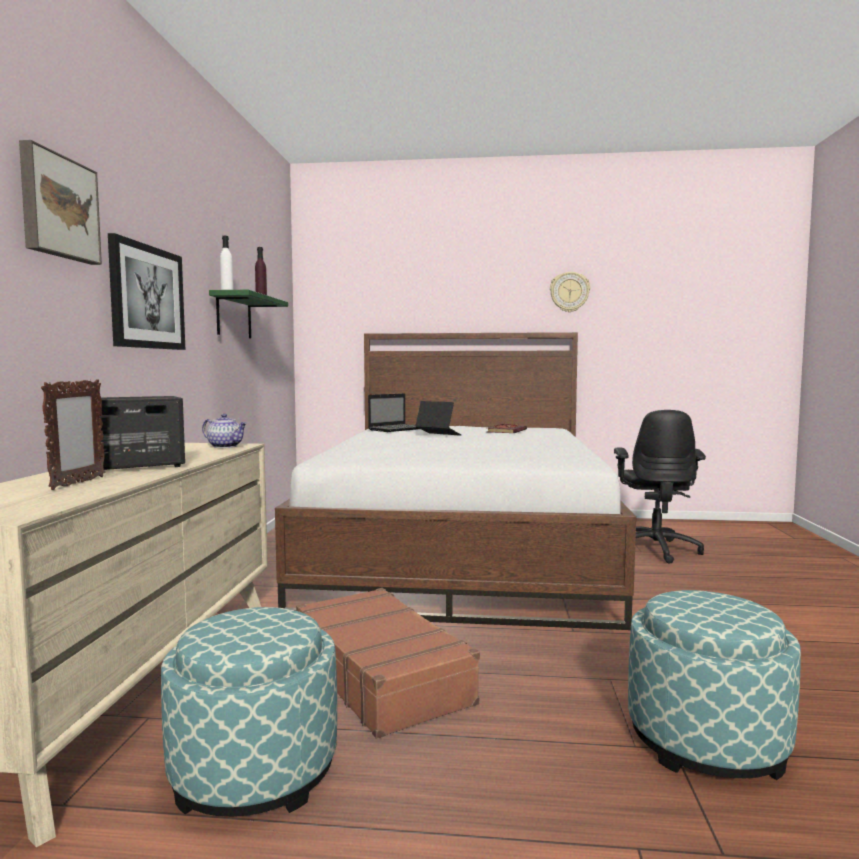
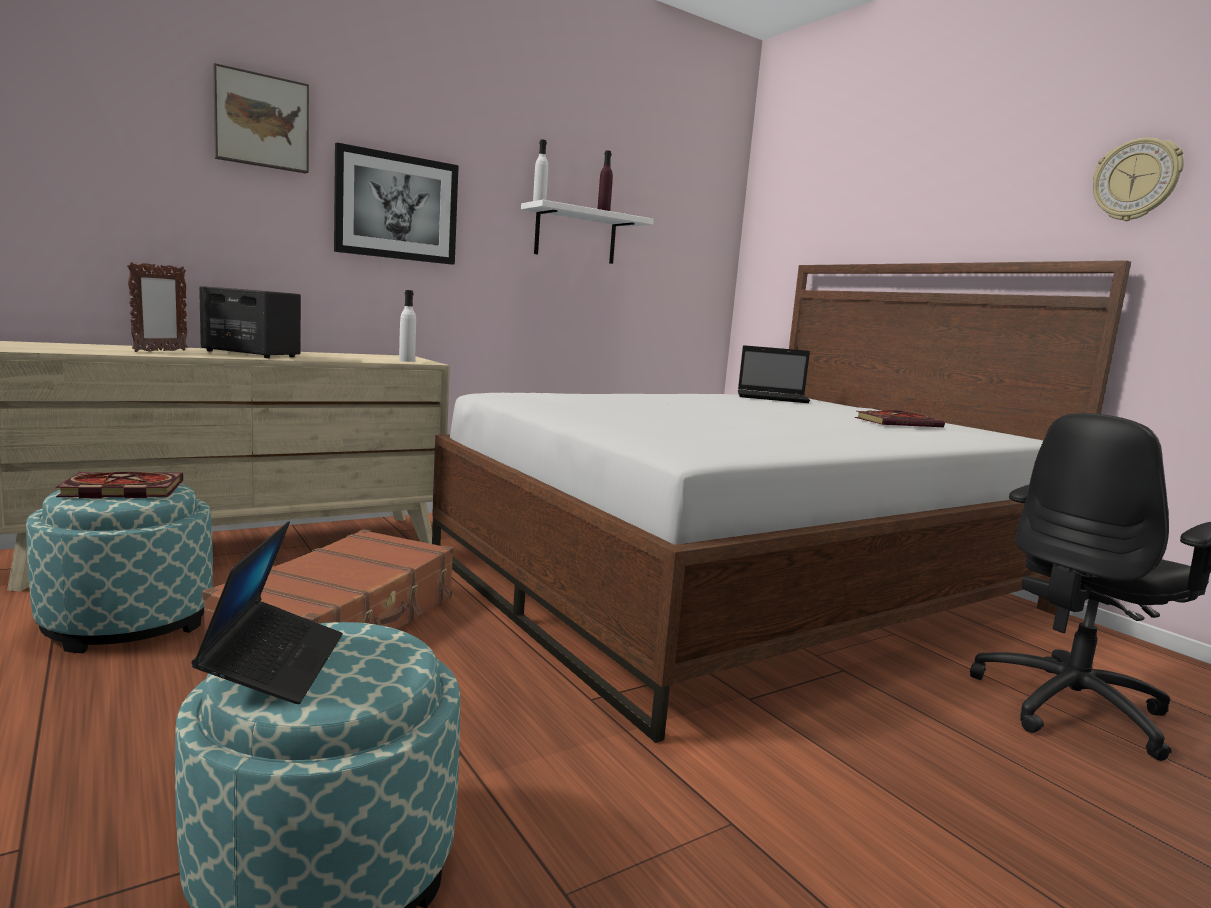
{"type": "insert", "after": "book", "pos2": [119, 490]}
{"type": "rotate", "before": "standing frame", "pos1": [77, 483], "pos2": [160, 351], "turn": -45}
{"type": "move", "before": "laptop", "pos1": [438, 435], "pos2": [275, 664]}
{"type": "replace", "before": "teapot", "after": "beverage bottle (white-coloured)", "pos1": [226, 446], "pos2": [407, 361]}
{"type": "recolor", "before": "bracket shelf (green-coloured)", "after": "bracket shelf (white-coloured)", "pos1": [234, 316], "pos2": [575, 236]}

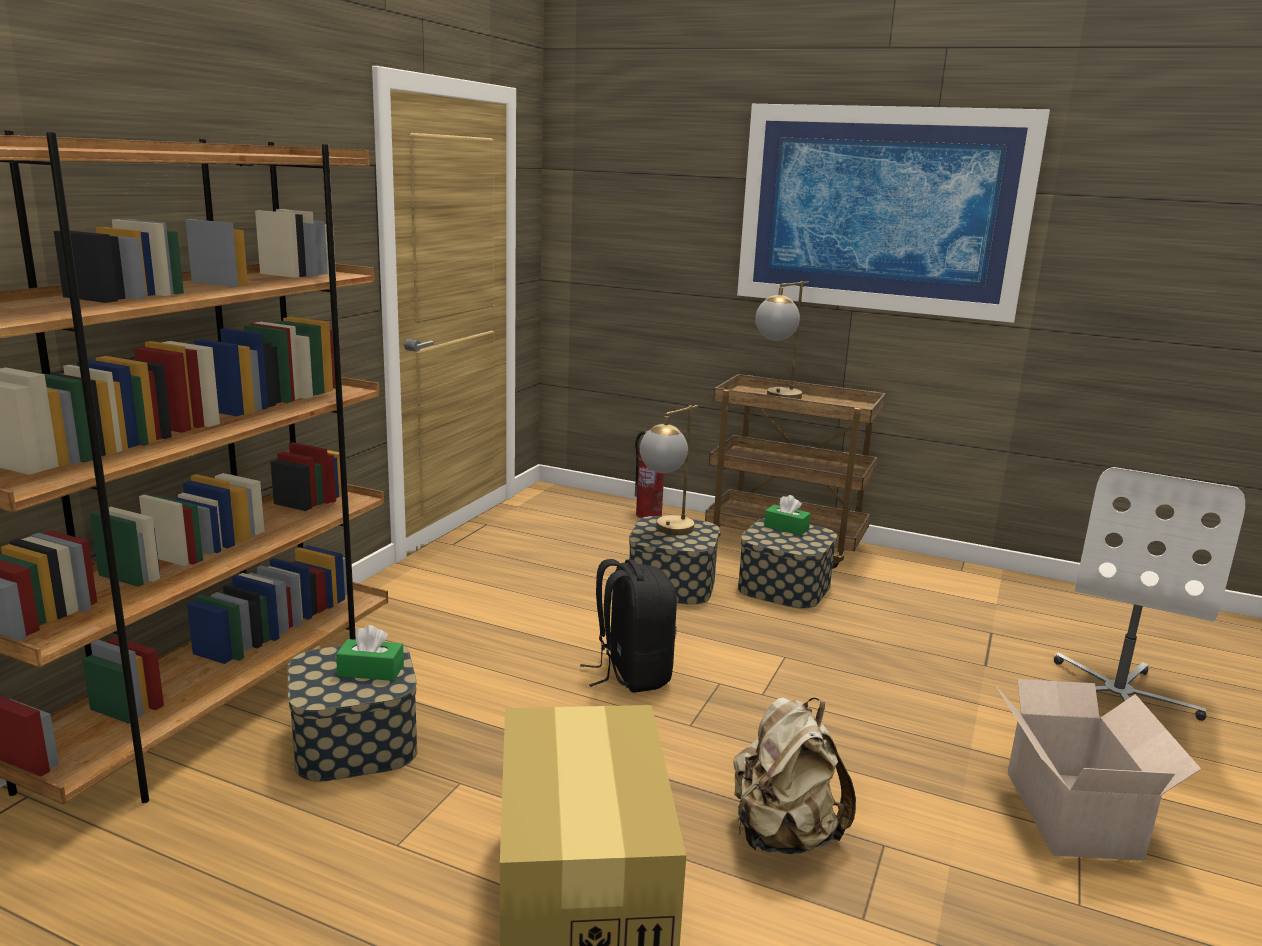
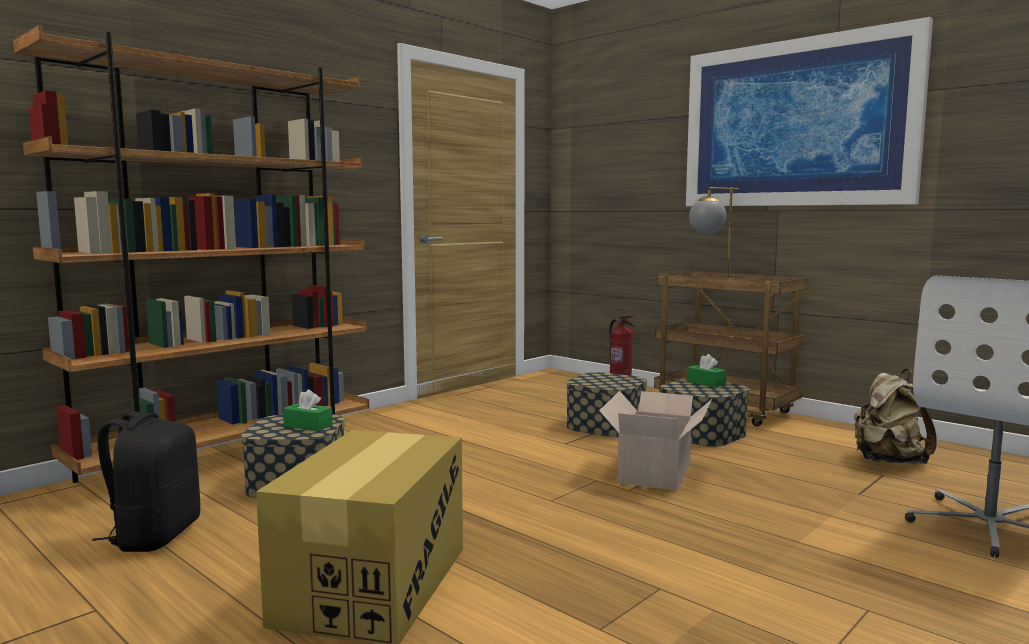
{"type": "move", "before": "knapsack (black)", "pos1": [631, 673], "pos2": [154, 536]}
{"type": "move", "before": "packing box", "pos1": [1071, 811], "pos2": [656, 471]}
{"type": "move", "before": "knapsack (sand-coloured)", "pos1": [783, 835], "pos2": [887, 461]}
{"type": "delete", "before": "lamp for a table", "pos1": [666, 532]}

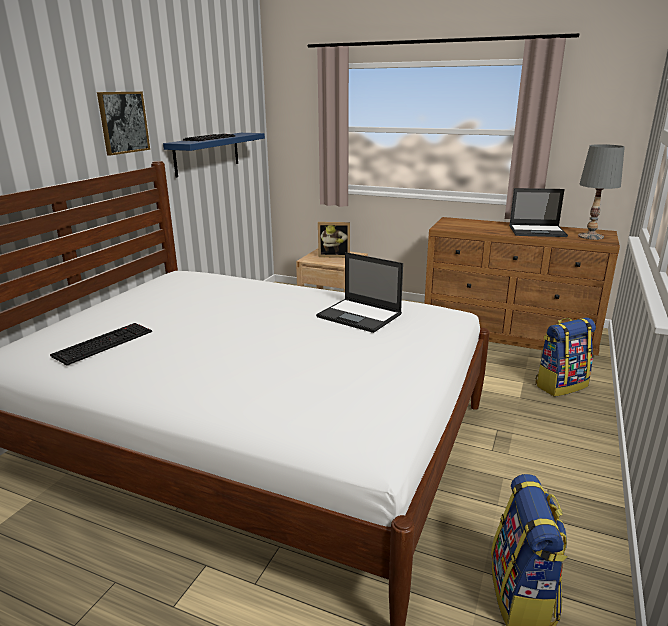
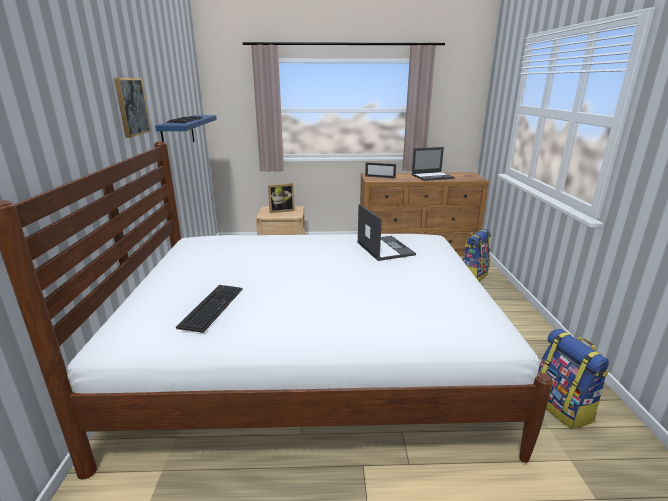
{"type": "rotate", "before": "laptop", "pos1": [360, 316], "pos2": [384, 248], "turn": -120}
{"type": "insert", "after": "standing frame", "pos2": [380, 177]}
{"type": "delete", "before": "lamp for a table (greyish)", "pos1": [590, 236]}

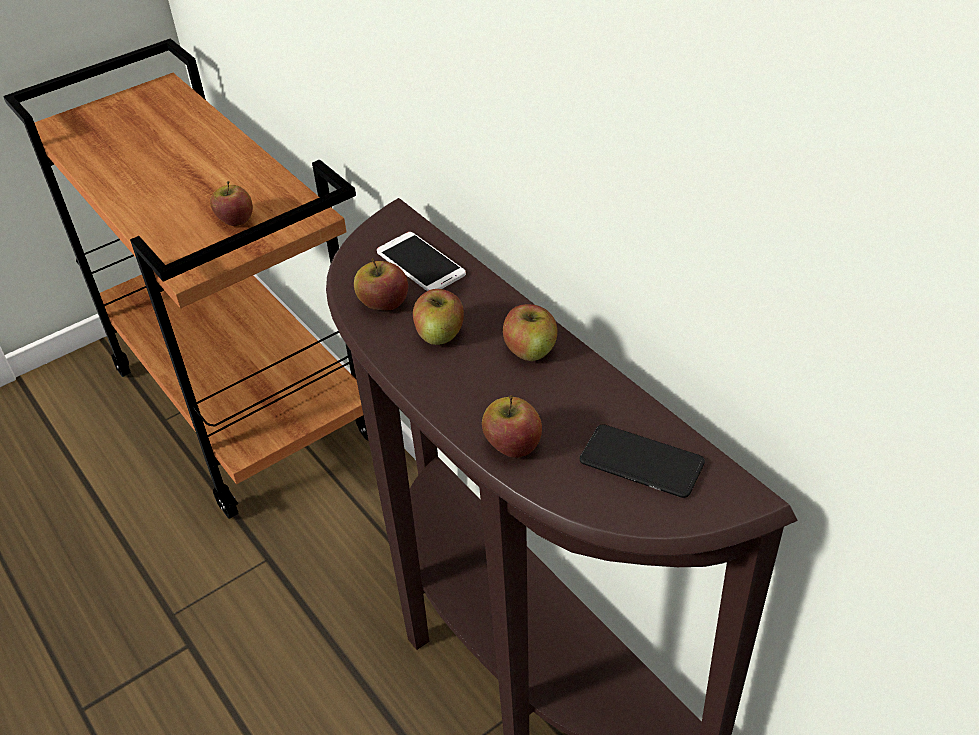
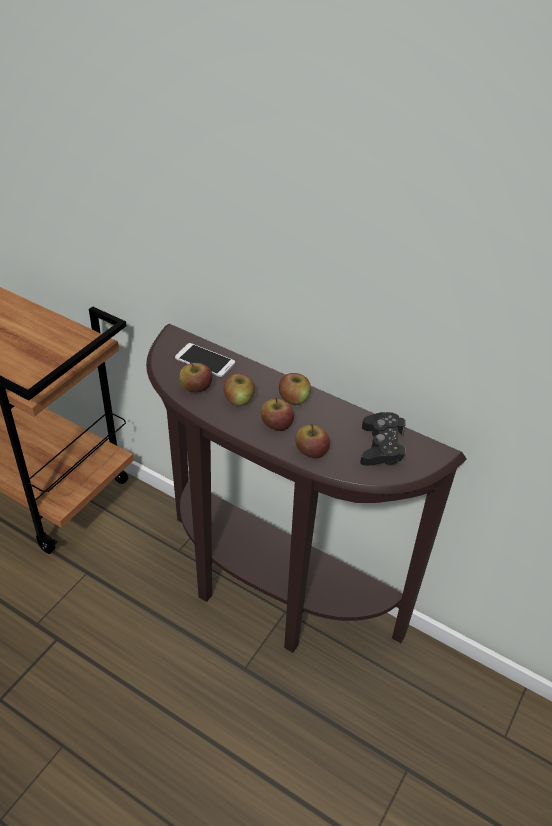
{"type": "move", "before": "apple fruit", "pos1": [235, 220], "pos2": [276, 425]}
{"type": "replace", "before": "phone", "after": "game controller (black)", "pos1": [641, 462], "pos2": [382, 446]}

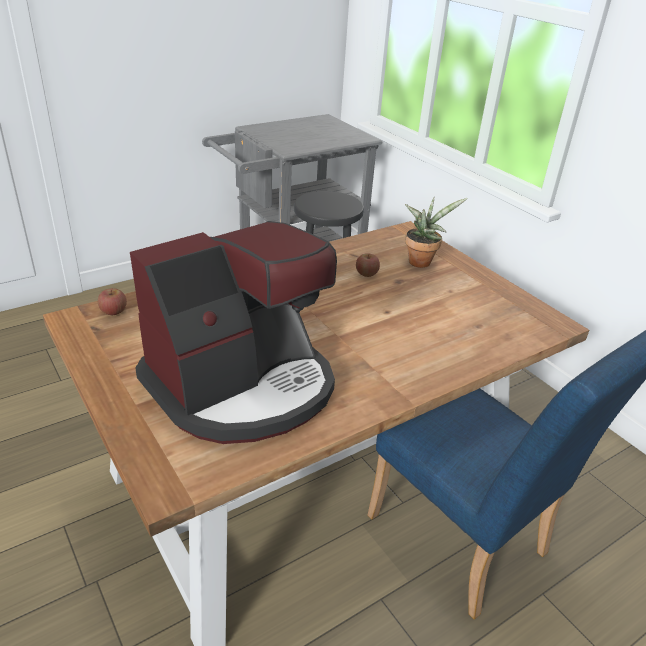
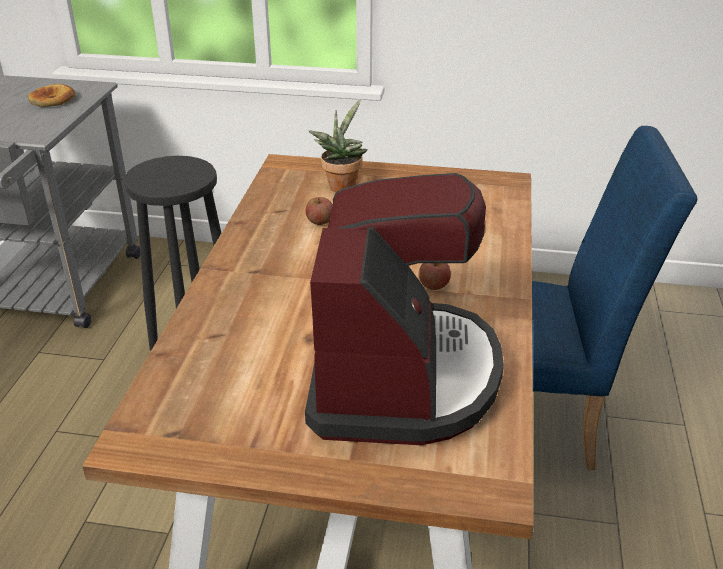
{"type": "insert", "after": "bread", "pos2": [52, 100]}
{"type": "move", "before": "apple fruit", "pos1": [113, 311], "pos2": [434, 285]}

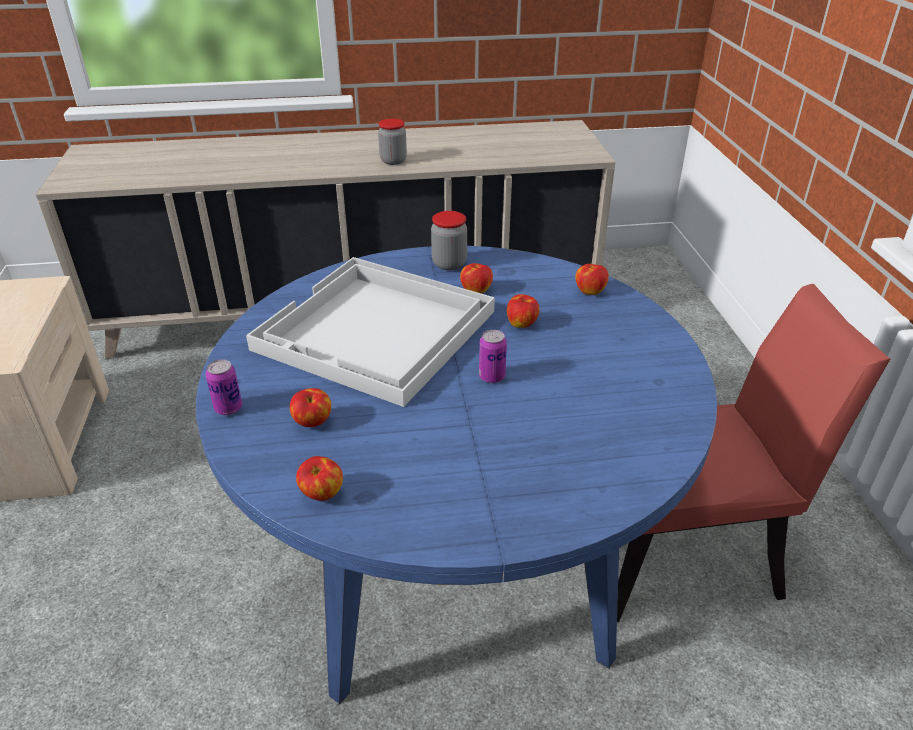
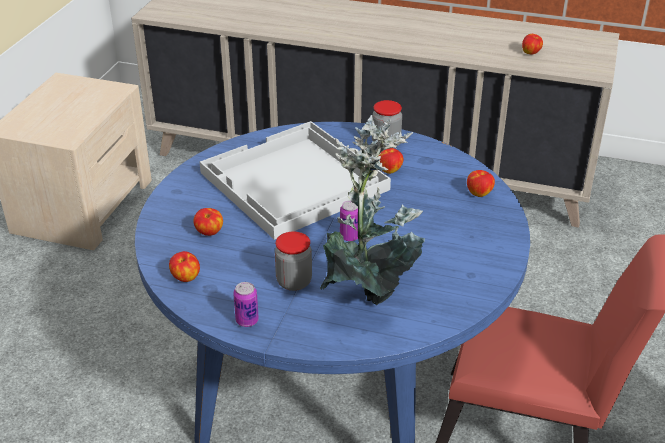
{"type": "move", "before": "sealed can", "pos1": [228, 408], "pos2": [247, 321]}
{"type": "move", "before": "storage jar", "pos1": [393, 161], "pos2": [294, 282]}
{"type": "insert", "after": "potted plant", "pos2": [369, 289]}
{"type": "move", "before": "apple fruit", "pos1": [522, 324], "pos2": [531, 53]}

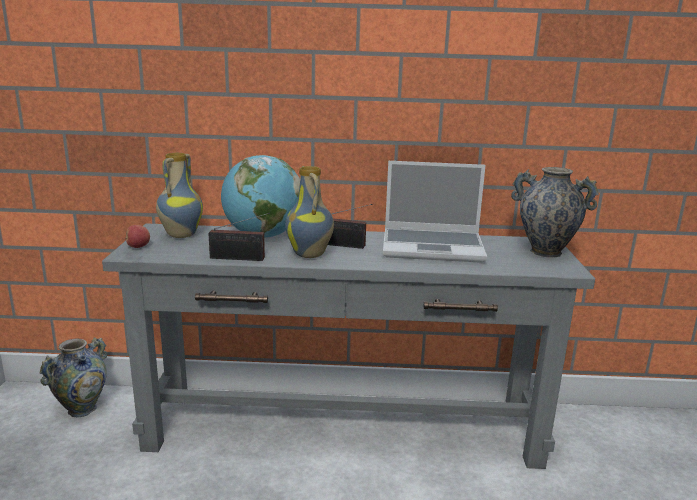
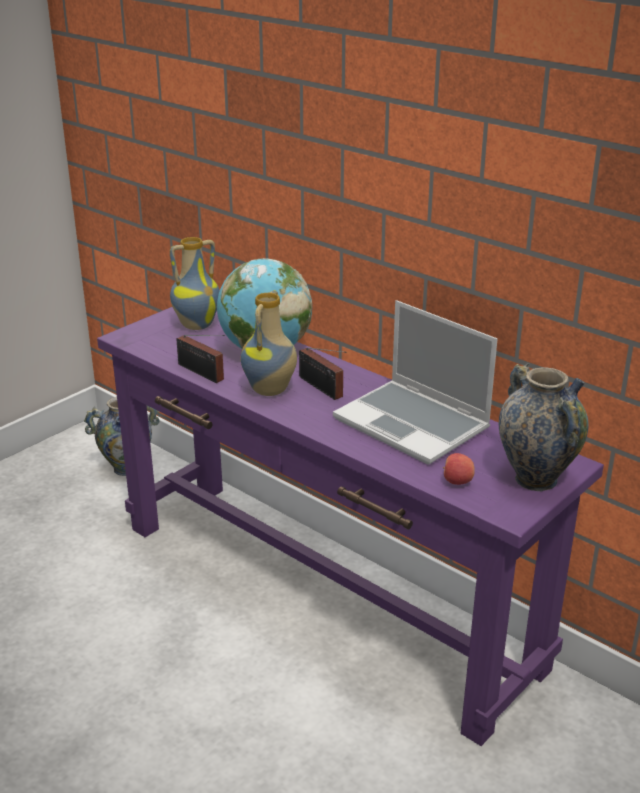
{"type": "recolor", "before": "console table (greyish)", "after": "console table (purple-coloured)", "pos1": [343, 428], "pos2": [323, 594]}
{"type": "move", "before": "apple fruit", "pos1": [138, 247], "pos2": [457, 481]}

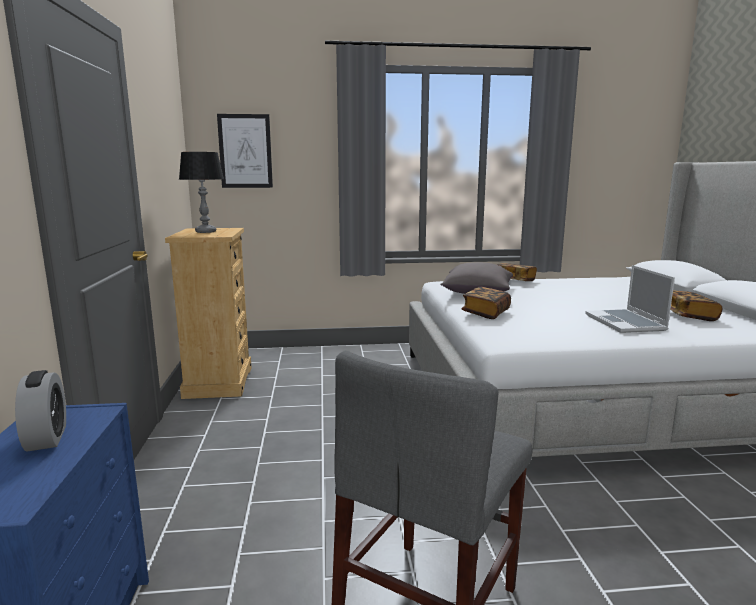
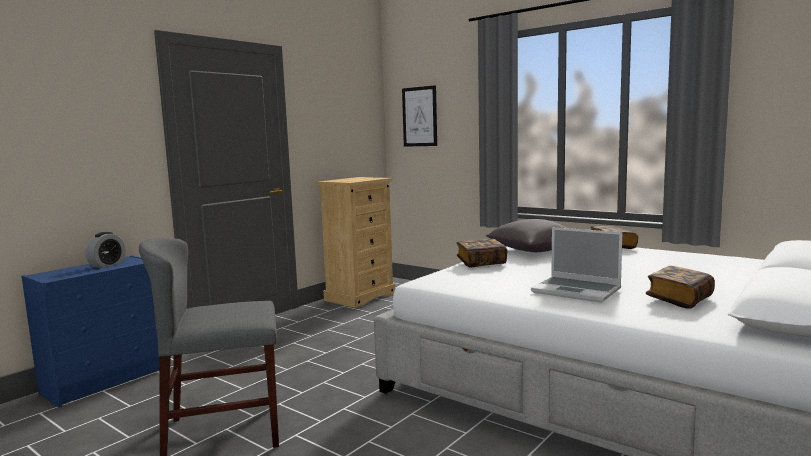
{"type": "rotate", "before": "laptop", "pos1": [626, 323], "pos2": [577, 291], "turn": -90}
{"type": "delete", "before": "lamp for a table", "pos1": [205, 231]}

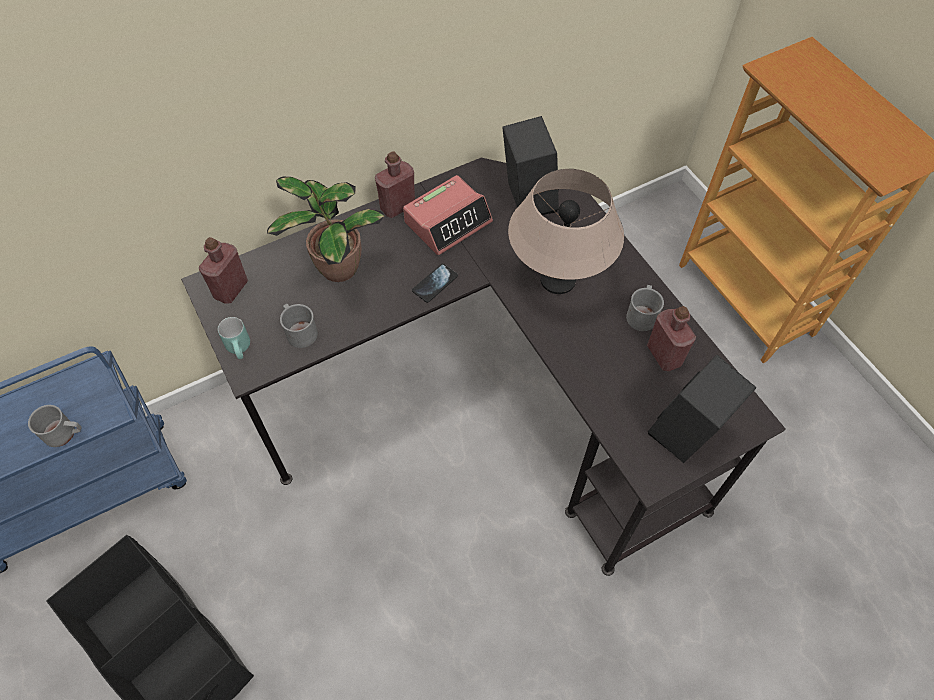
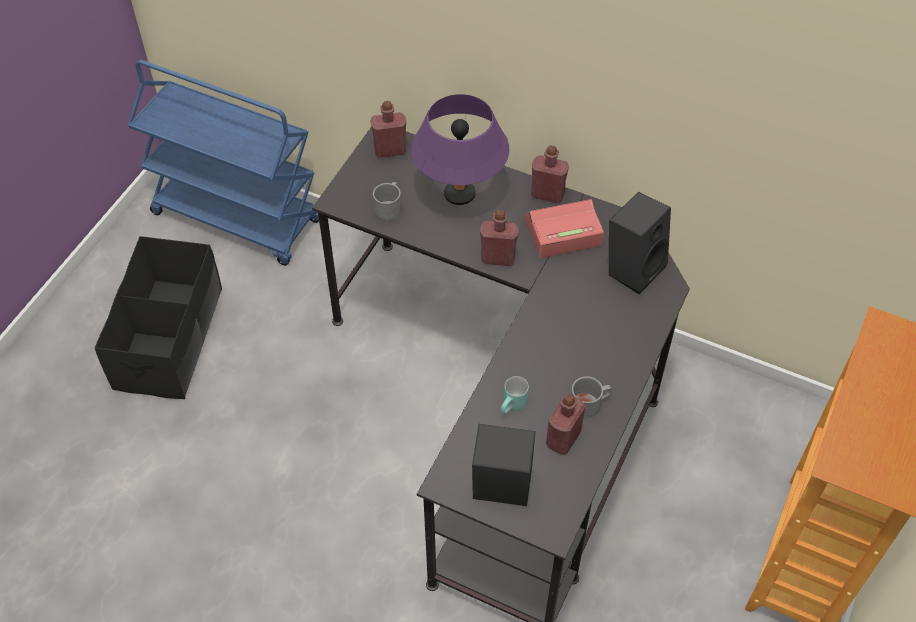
{"type": "replace", "before": "potted plant", "after": "lamp for a table (purple-coloured)", "pos1": [336, 267], "pos2": [460, 193]}
{"type": "replace", "before": "phone", "after": "beverage bottle (red-coloured)", "pos1": [435, 283], "pos2": [498, 258]}
{"type": "move", "before": "coffee mug (blue-green)", "pos1": [241, 349], "pos2": [513, 407]}
{"type": "rotate", "before": "bedside clock", "pos1": [448, 222], "pos2": [562, 232], "turn": 150}
{"type": "delete", "before": "coffee mug (greyish)", "pos1": [64, 433]}
{"type": "delete", "before": "lamp for a table (sand-coloured)", "pos1": [557, 280]}

